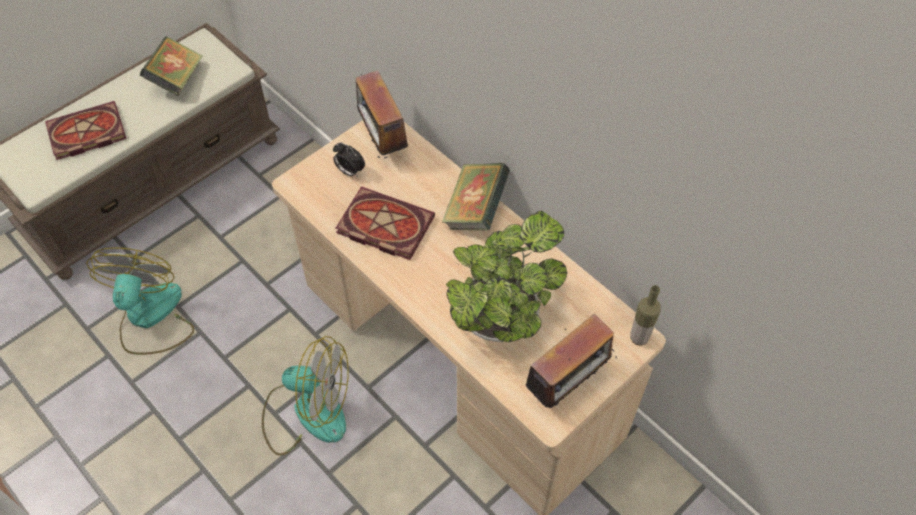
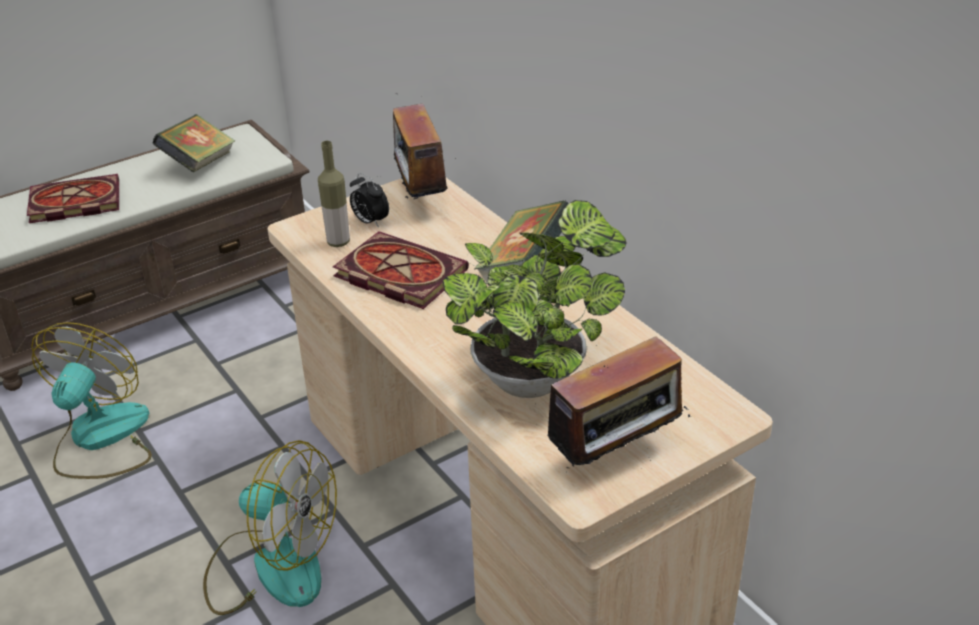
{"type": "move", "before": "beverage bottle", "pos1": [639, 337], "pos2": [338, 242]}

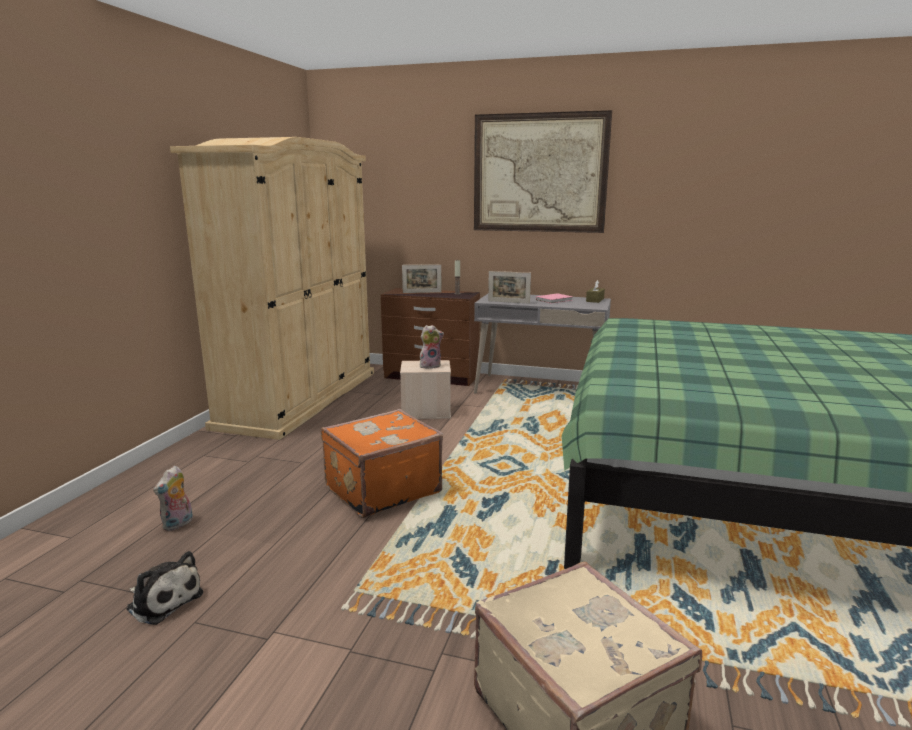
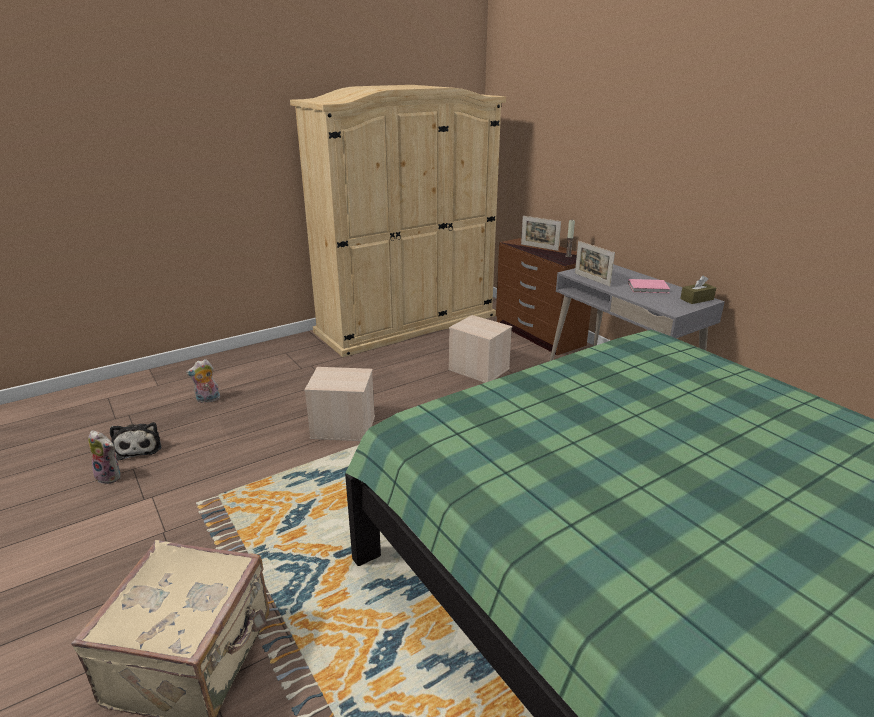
{"type": "move", "before": "cuddly toy", "pos1": [430, 366], "pos2": [111, 476]}
{"type": "replace", "before": "travel case (orange)", "after": "storage bin (sand-coloured)", "pos1": [381, 489], "pos2": [342, 427]}
{"type": "delete", "before": "wall picture", "pos1": [539, 173]}

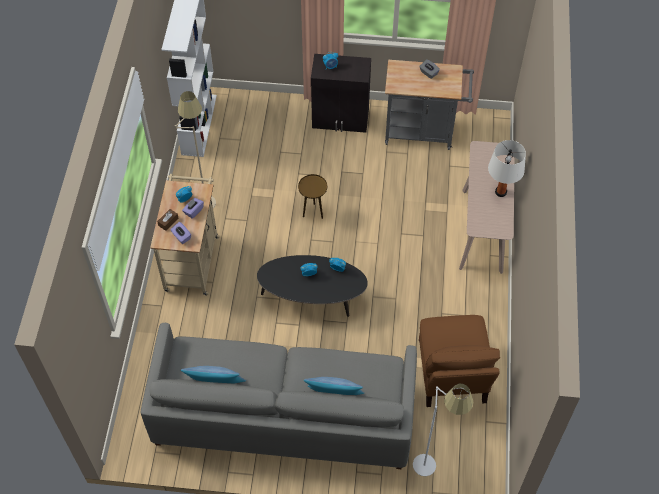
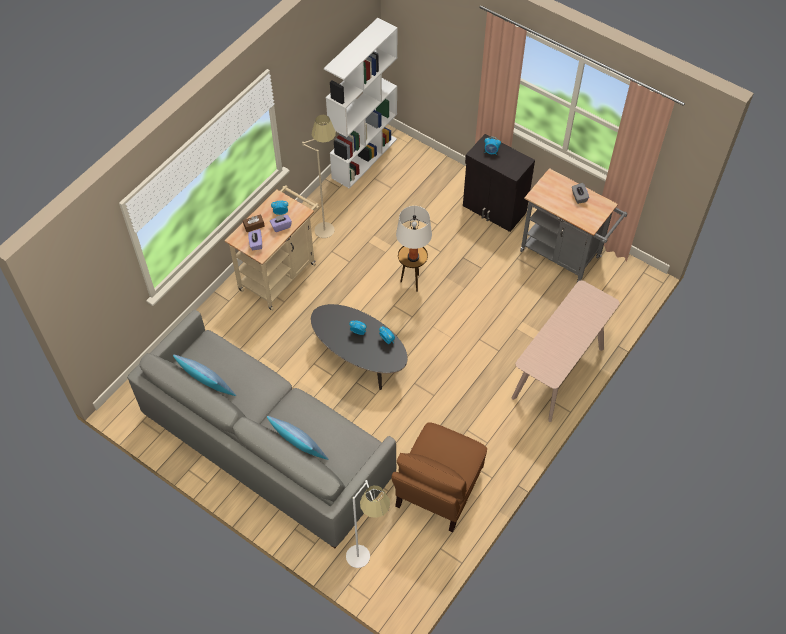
{"type": "move", "before": "lamp for a table (white-coloured)", "pos1": [501, 192], "pos2": [413, 257]}

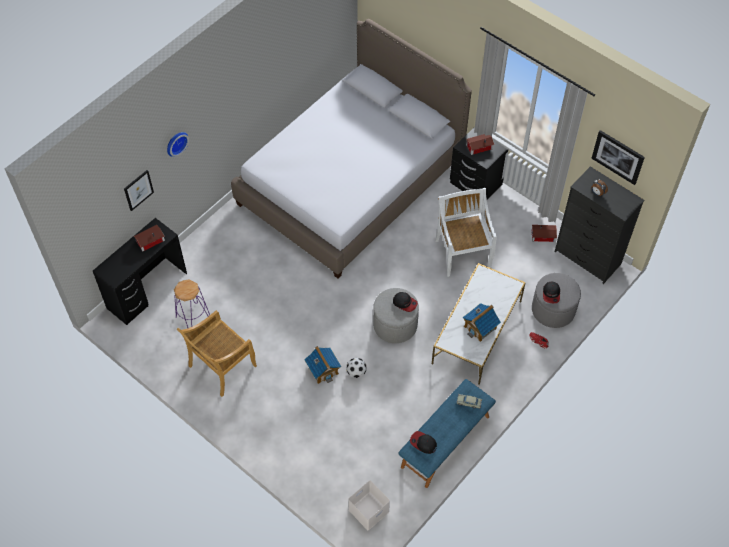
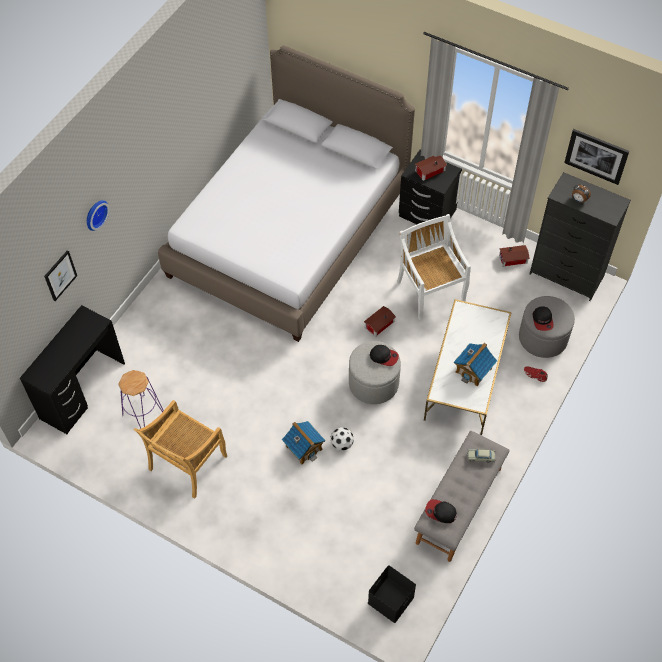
{"type": "move", "before": "toy house", "pos1": [149, 241], "pos2": [378, 324]}
{"type": "recolor", "before": "storage bin (white-coloured)", "after": "storage bin (black)", "pos1": [369, 509], "pos2": [390, 598]}
{"type": "recolor", "before": "indoor bench (blue)", "after": "indoor bench (greyish)", "pos1": [446, 442], "pos2": [459, 505]}

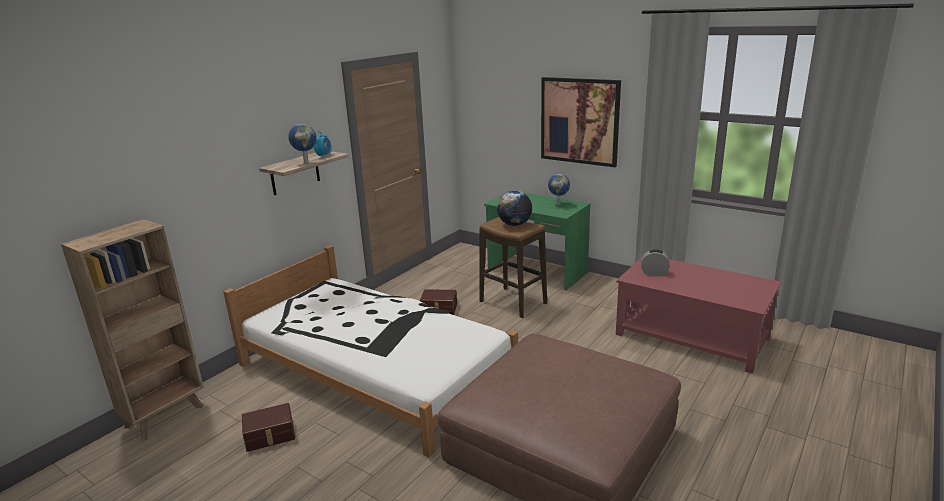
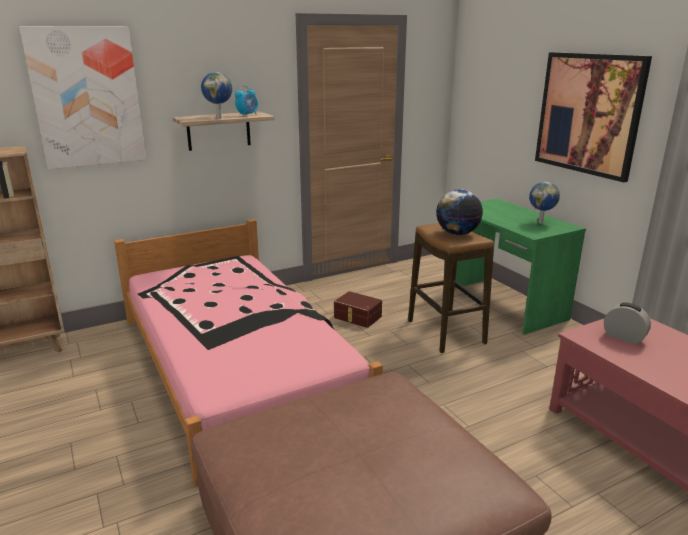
{"type": "insert", "after": "wall picture", "pos2": [87, 98]}
{"type": "recolor", "before": "bed (white-coloured)", "after": "bed (pinkish)", "pos1": [374, 369], "pos2": [235, 363]}
{"type": "delete", "before": "storage bin (brown)", "pos1": [270, 436]}

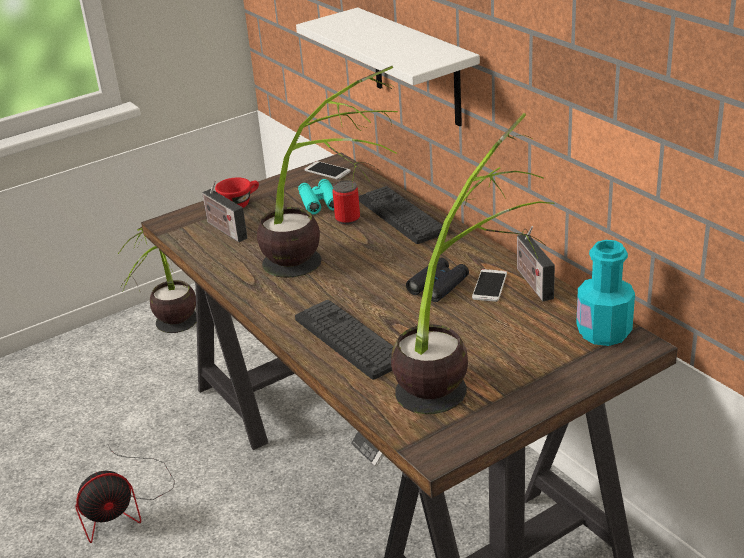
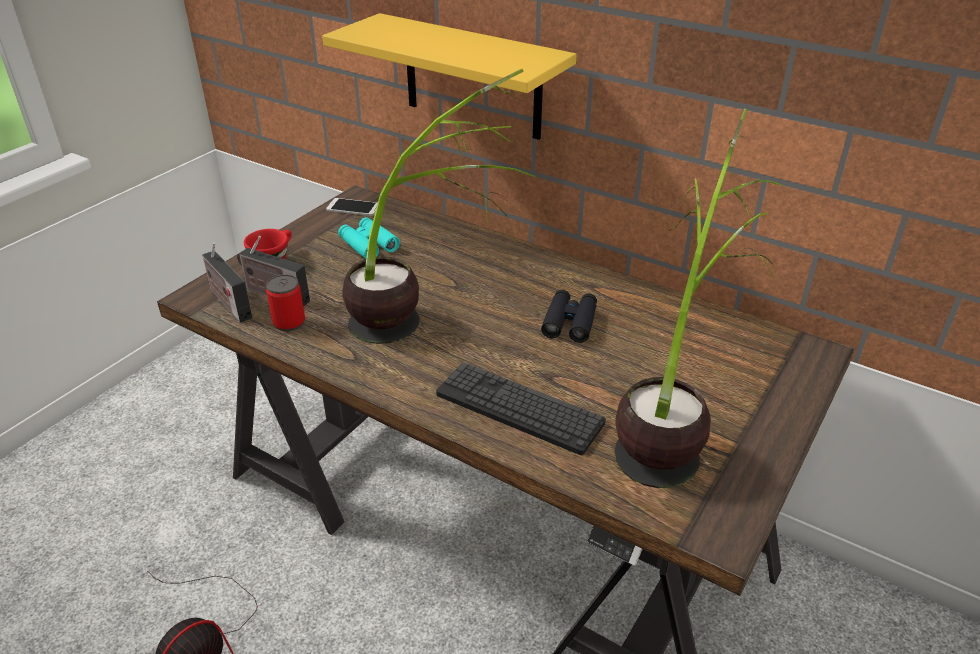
{"type": "move", "before": "radio receiver", "pos1": [532, 282], "pos2": [228, 302]}
{"type": "move", "before": "sealed can", "pos1": [347, 219], "pos2": [289, 323]}
{"type": "recolor", "before": "bracket shelf (white-coloured)", "after": "bracket shelf (yellow)", "pos1": [416, 67], "pos2": [472, 77]}
{"type": "delete", "before": "potted plant", "pos1": [172, 336]}
{"type": "delete", "before": "computer keyboard", "pos1": [401, 216]}
{"type": "delete", "before": "phone", "pos1": [489, 286]}
{"type": "delete", "before": "beverage bottle (blue-green)", "pos1": [603, 332]}

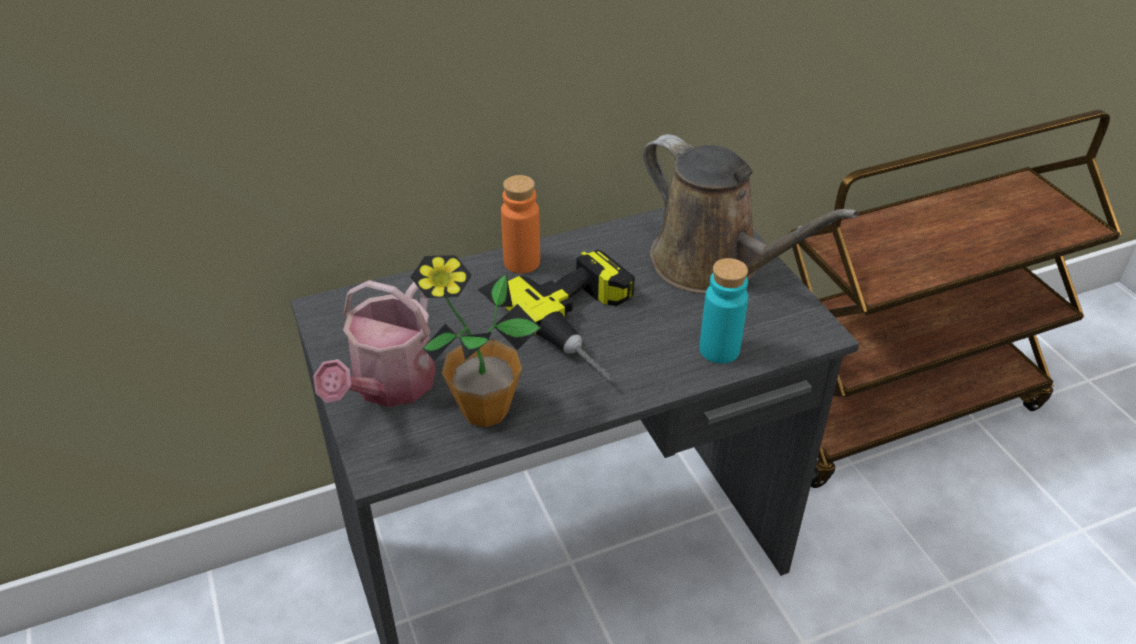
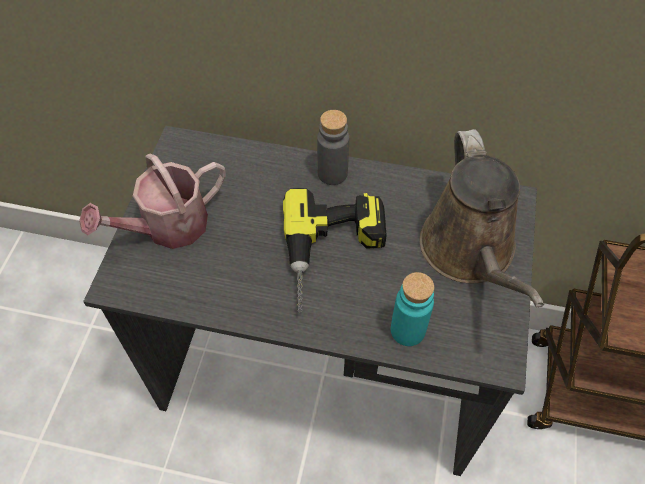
{"type": "recolor", "before": "beverage bottle (orange)", "after": "beverage bottle (greyish)", "pos1": [521, 262], "pos2": [332, 173]}
{"type": "delete", "before": "potted plant", "pos1": [484, 410]}

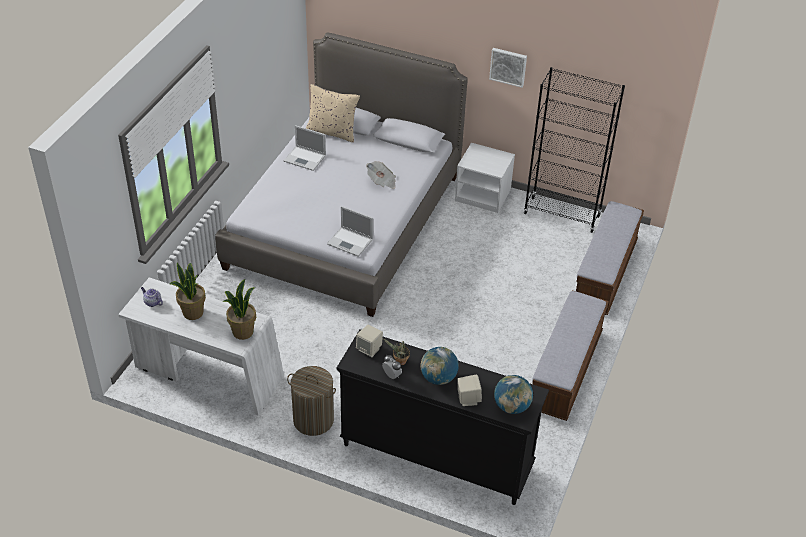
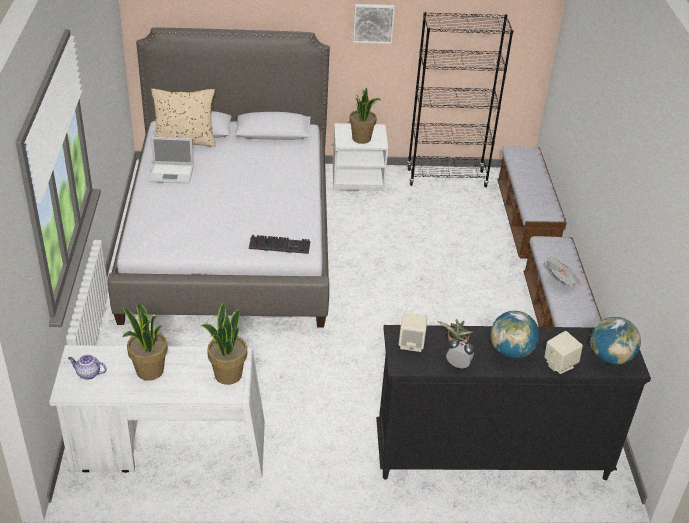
{"type": "replace", "before": "laptop", "after": "computer keyboard", "pos1": [350, 242], "pos2": [280, 245]}
{"type": "insert", "after": "potted plant", "pos2": [362, 139]}
{"type": "move", "before": "printed paper", "pos1": [382, 182], "pos2": [562, 281]}
{"type": "delete", "before": "washing basket", "pos1": [313, 420]}

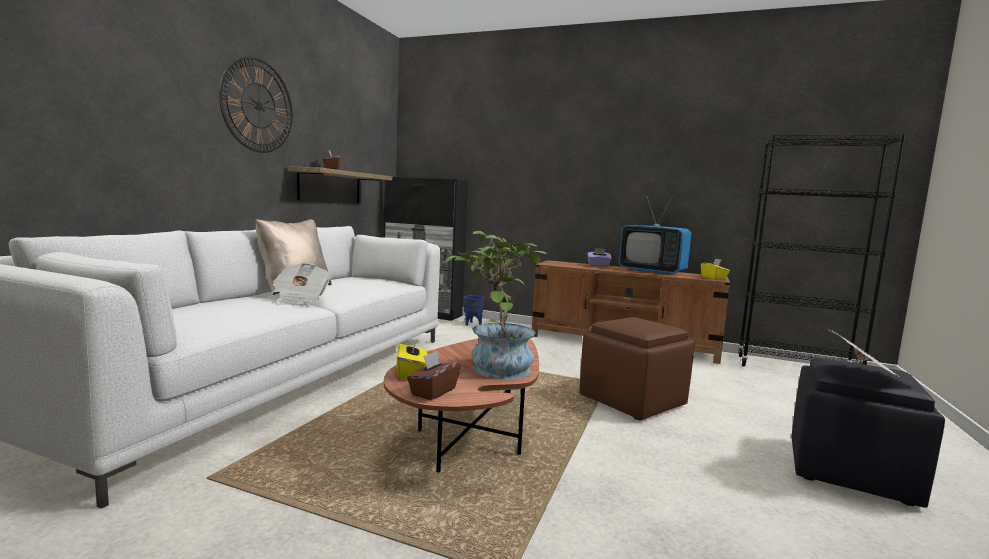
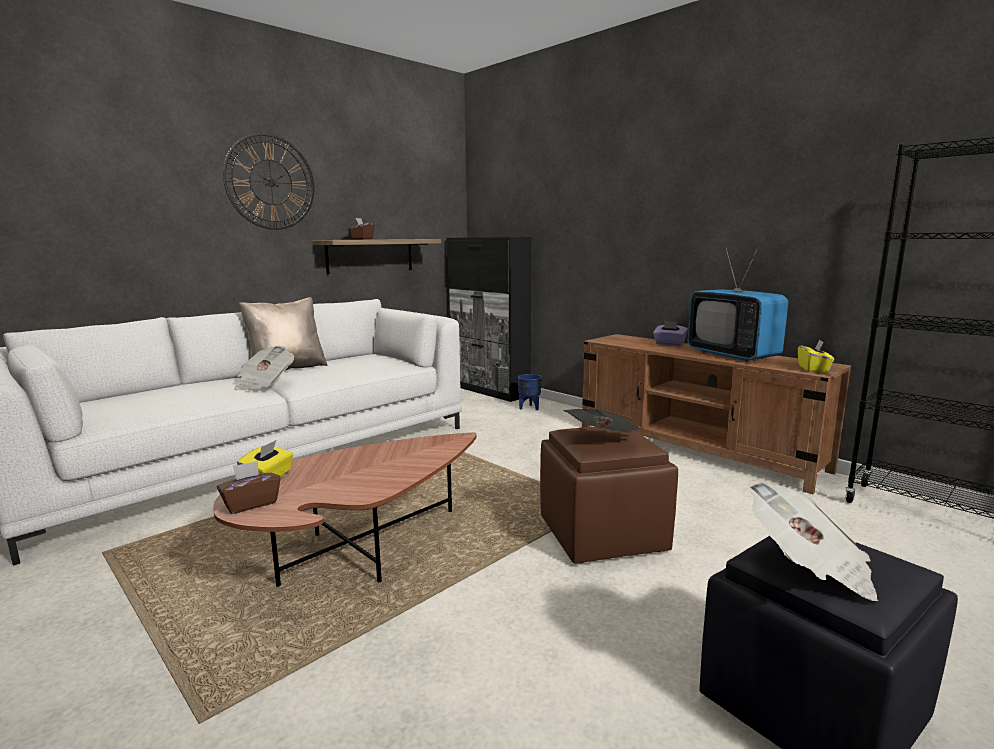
{"type": "insert", "after": "printed paper", "pos2": [603, 441]}
{"type": "delete", "before": "potted plant", "pos1": [494, 366]}

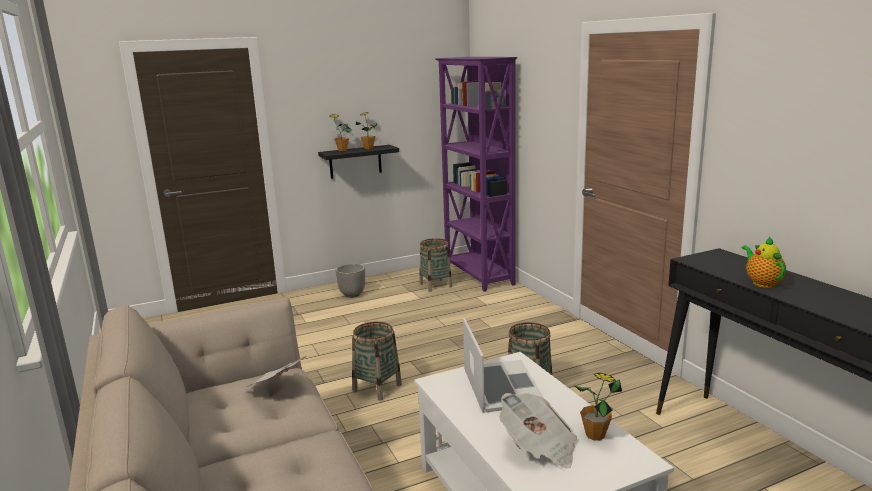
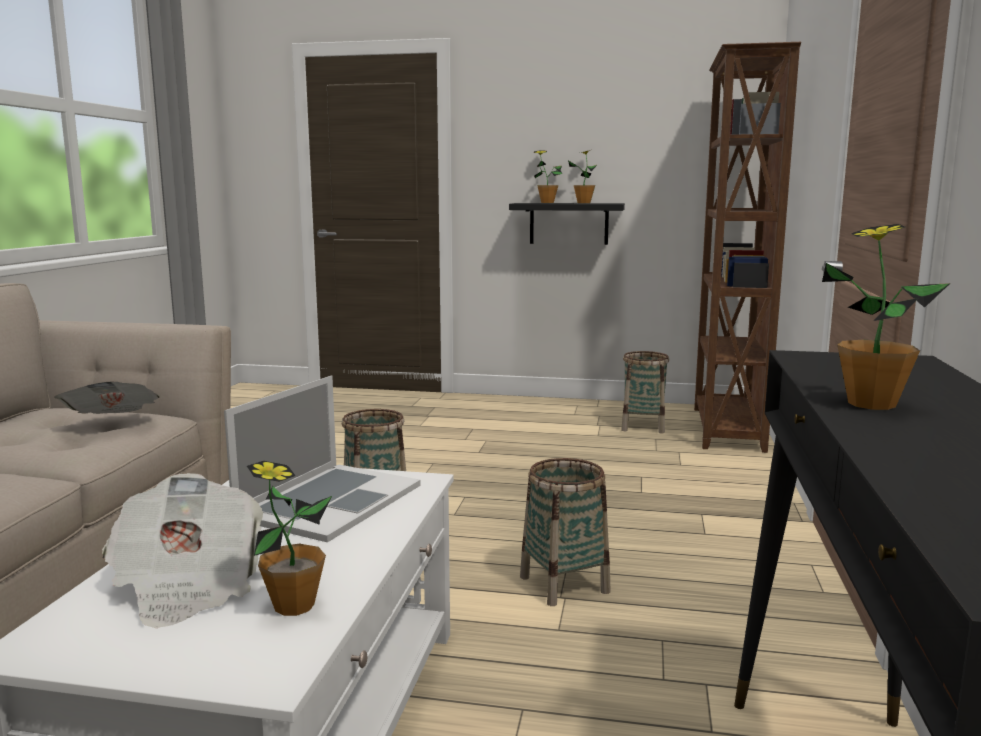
{"type": "recolor", "before": "shelving unit (purple-coloured)", "after": "shelving unit (brown)", "pos1": [478, 275], "pos2": [726, 429]}
{"type": "replace", "before": "teapot", "after": "potted plant", "pos1": [762, 282], "pos2": [871, 404]}
{"type": "delete", "before": "plant pot", "pos1": [352, 295]}

